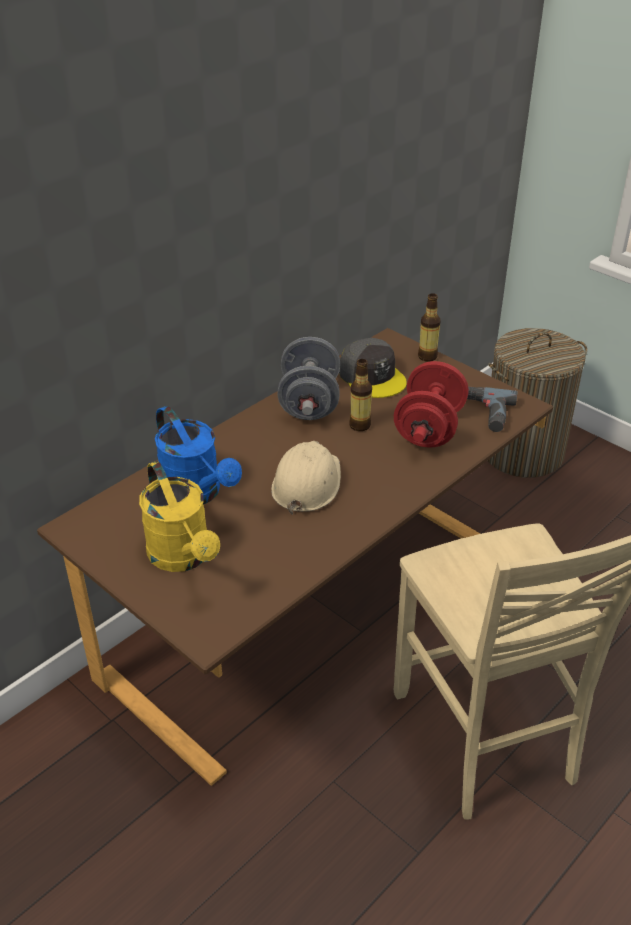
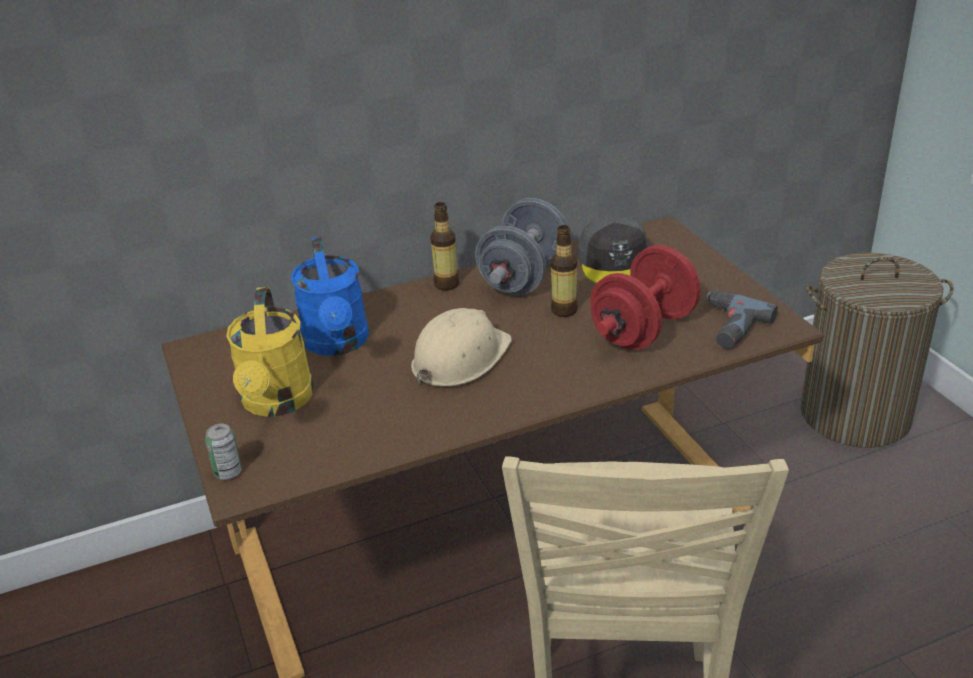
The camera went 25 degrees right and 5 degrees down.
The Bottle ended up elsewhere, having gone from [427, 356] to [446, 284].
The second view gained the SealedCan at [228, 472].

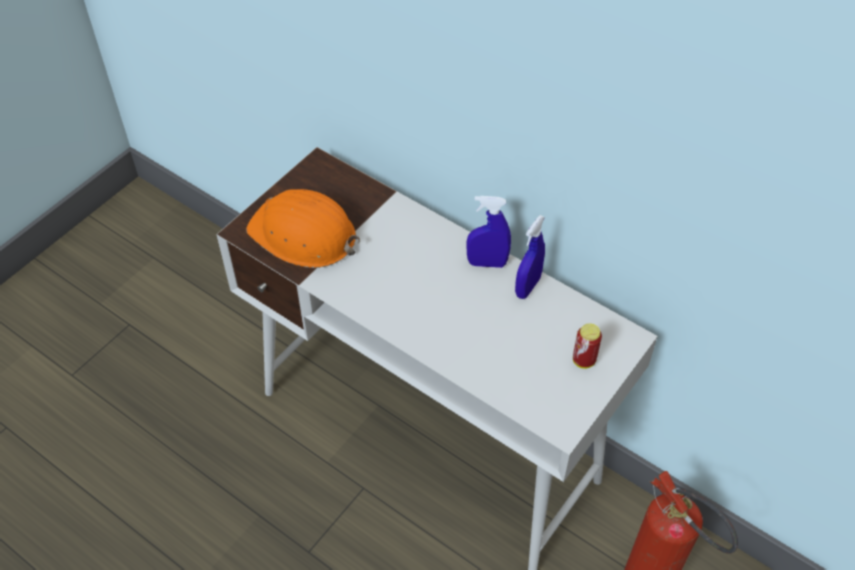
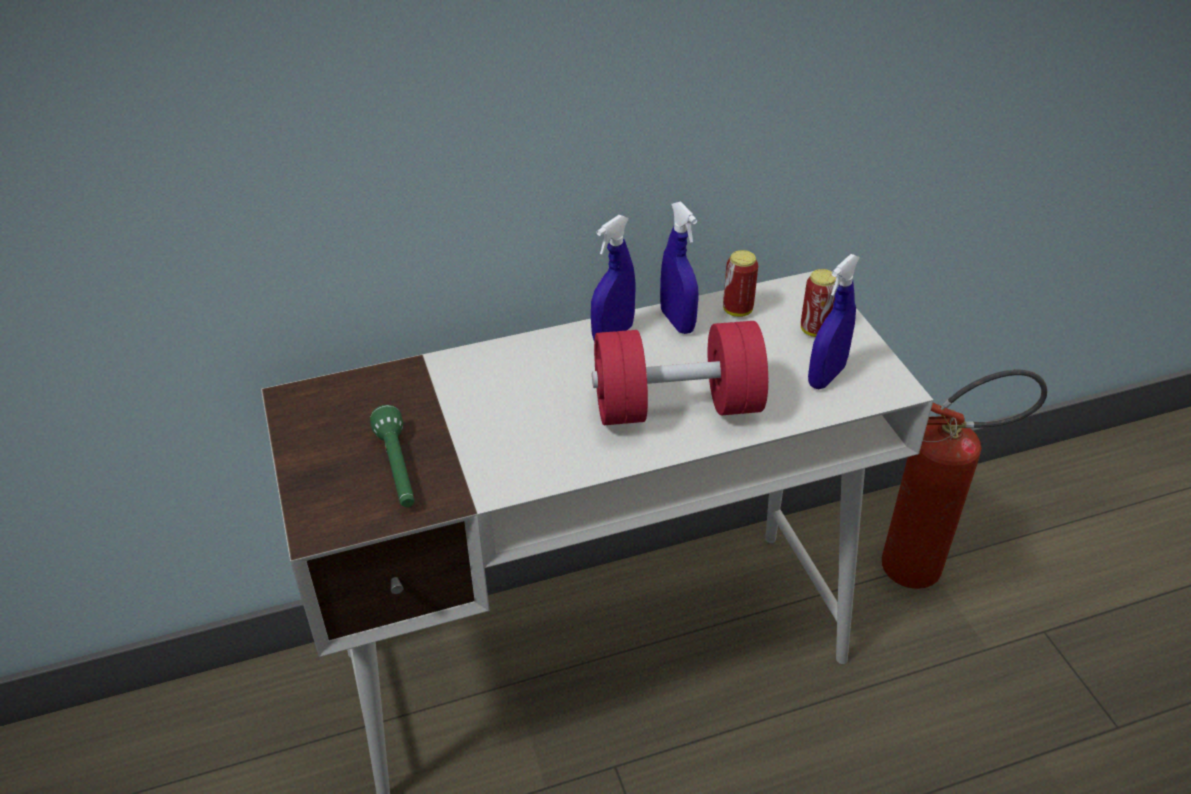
The camera went 55 degrees left and 10 degrees down.
Where the OrangeHardHat stood at [303, 235], the GreenHandTorch came to stand at [398, 469].
The second view gained the ReddishHandWeight at [676, 406].
The second view gained the SealedCan at [737, 310].
The second view gained the BlueSprayBottle at [826, 376].

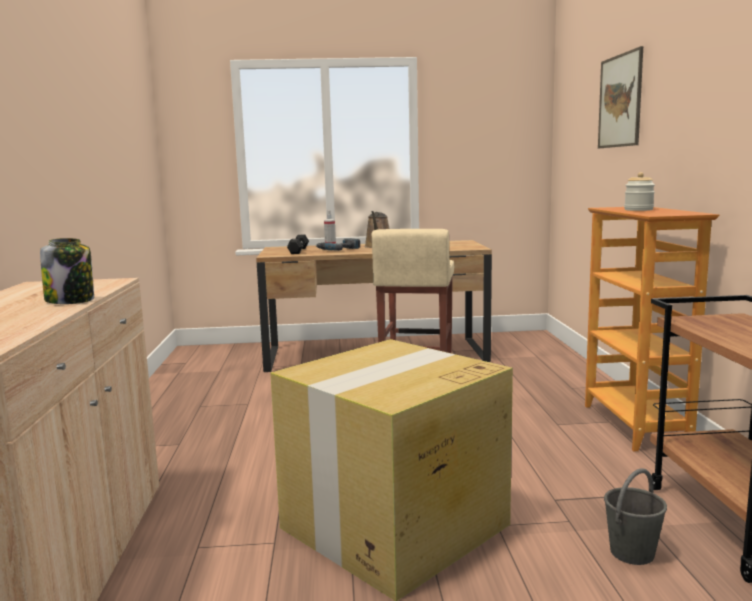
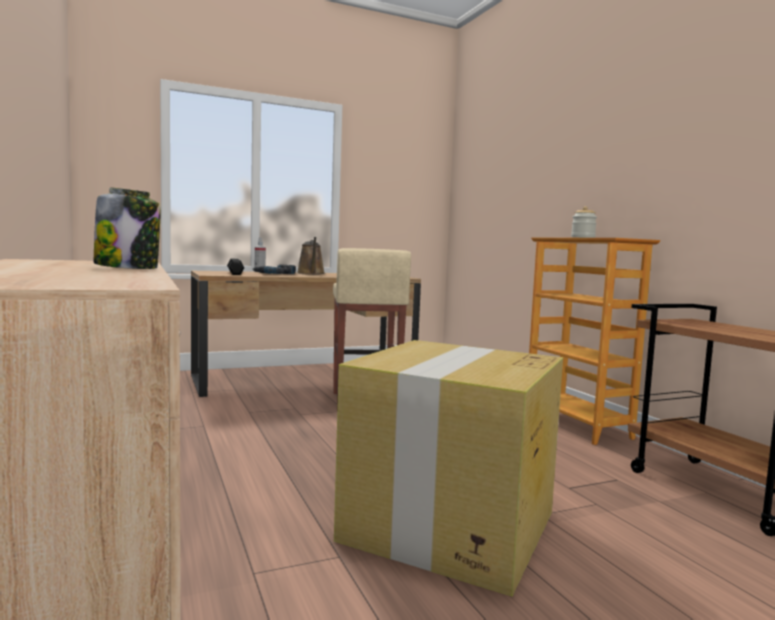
The camera went 20 degrees left and 5 degrees down.
The second view lost the WallArt at [620, 101].
The second view lost the GreyBucket at [631, 553].

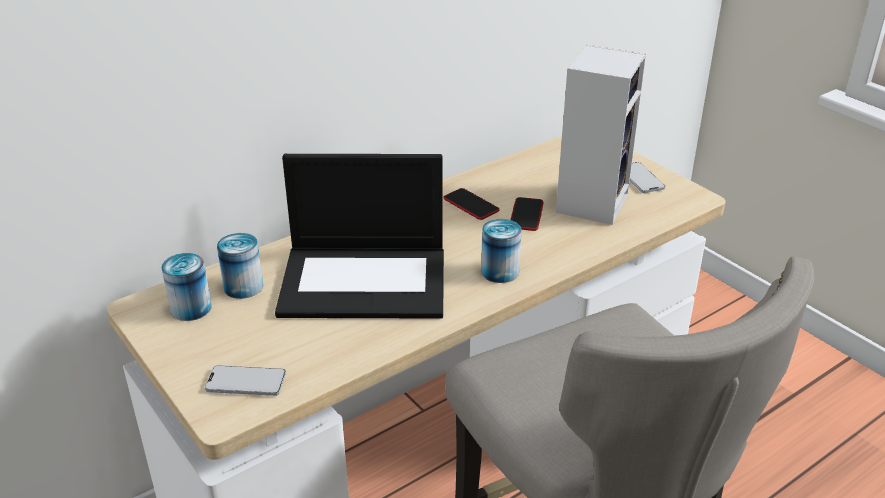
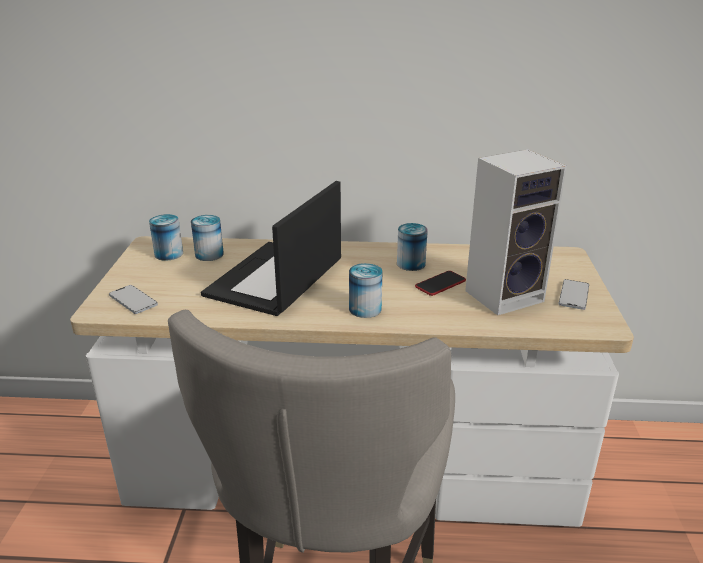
The camera went 40 degrees right and 5 degrees down.
The NotebookComputer at [366, 281] ended up facing another way, 75 degrees clockwise from before.
Where the Phone stood at [471, 205], the SealedCan came to stand at [411, 264].

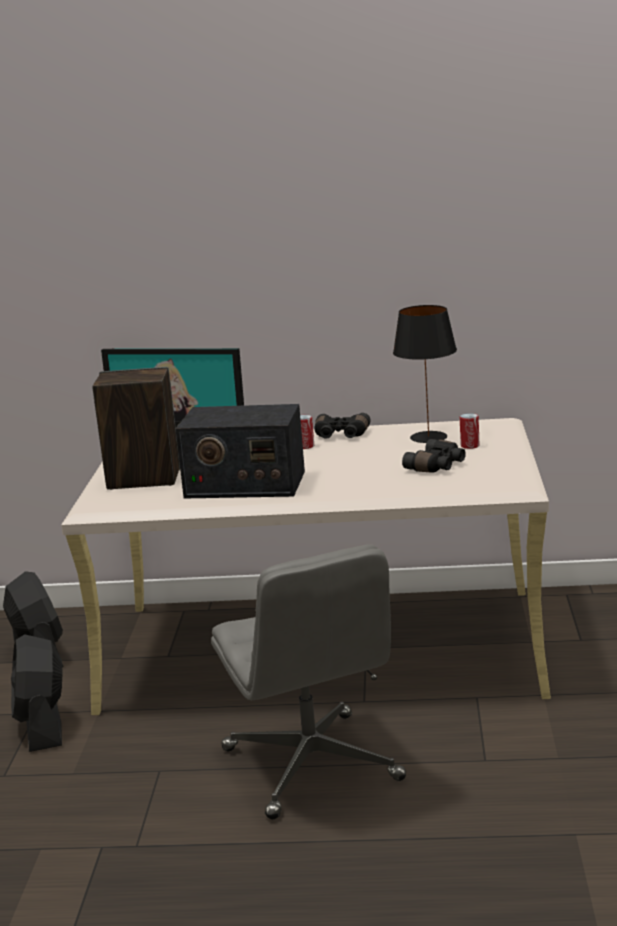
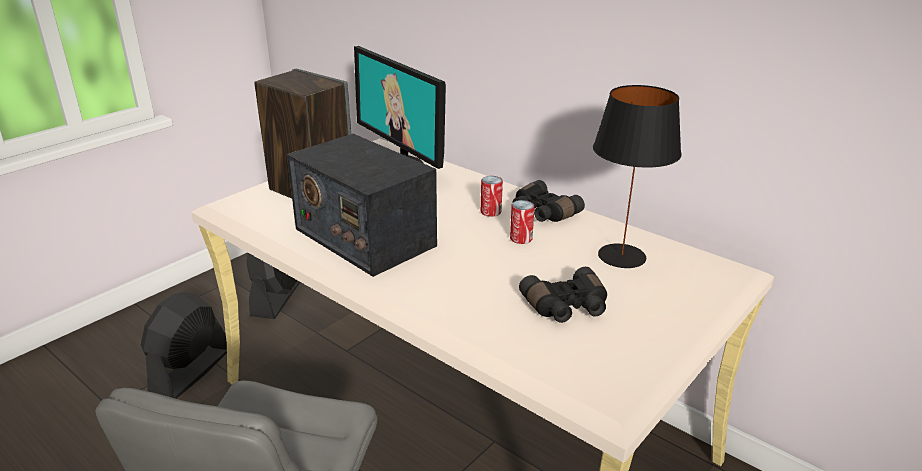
The camera went 35 degrees right and 10 degrees up.
The SealedCan ended up elsewhere, having gone from [470, 446] to [521, 238].

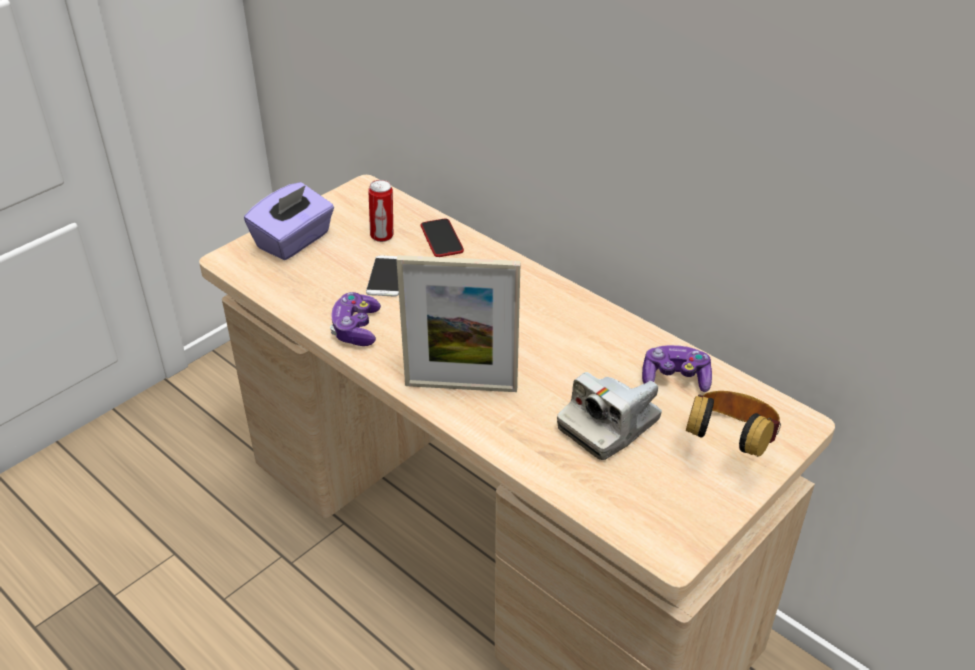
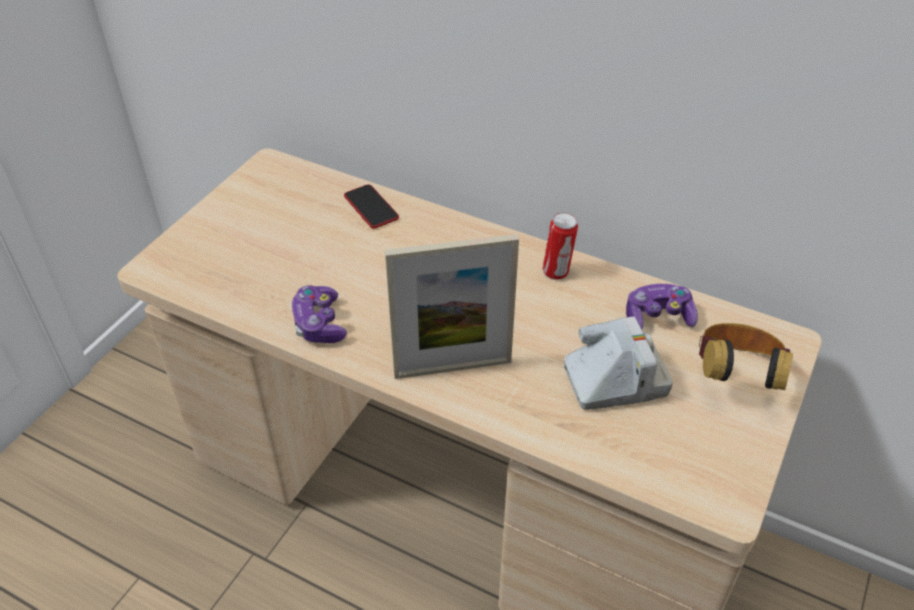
The camera went 15 degrees left and 5 degrees up.
The second view lost the PurpleColouredBoxOfTissues at [294, 241].
The second view lost the Phone at [387, 276].
The SealedCan ended up elsewhere, having gone from [383, 236] to [557, 272].
The StillCamera at [609, 425] ended up facing another way, 135 degrees counterclockwise from before.

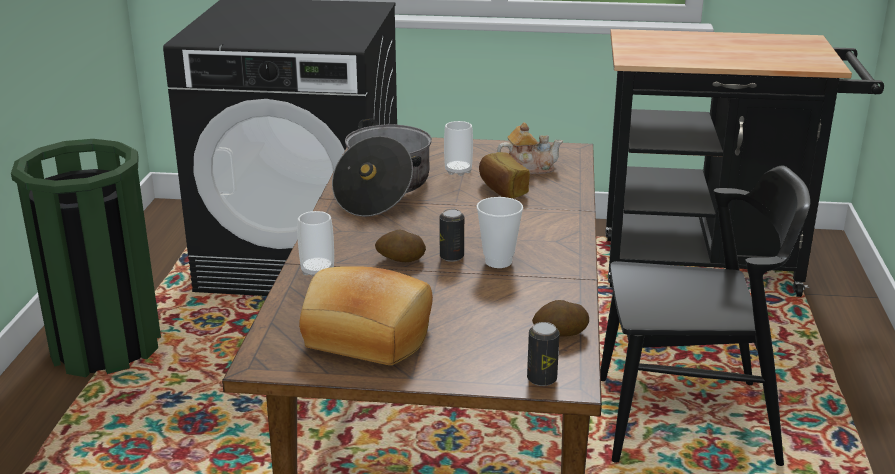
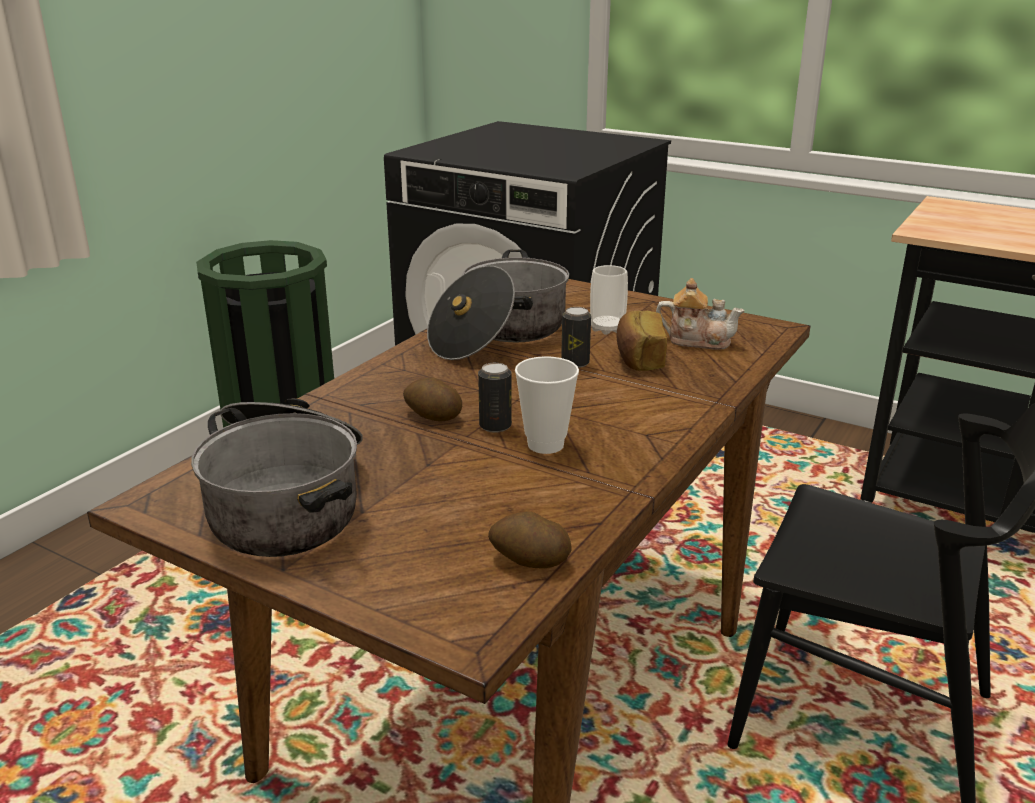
The camera went 25 degrees right and 0 degrees up.
The second view lost the SmallCup at [317, 271].
Where the Bread stood at [367, 338], the Saucepot came to stand at [290, 502].
The SealedCan ended up elsewhere, having gone from [542, 379] to [575, 363].

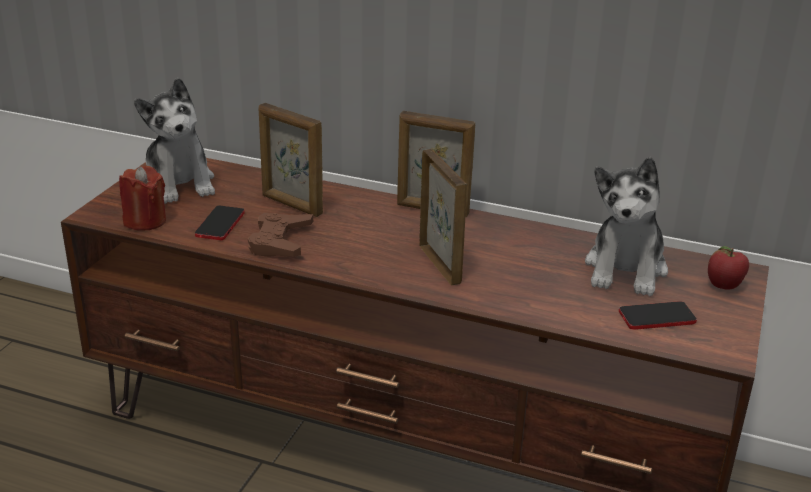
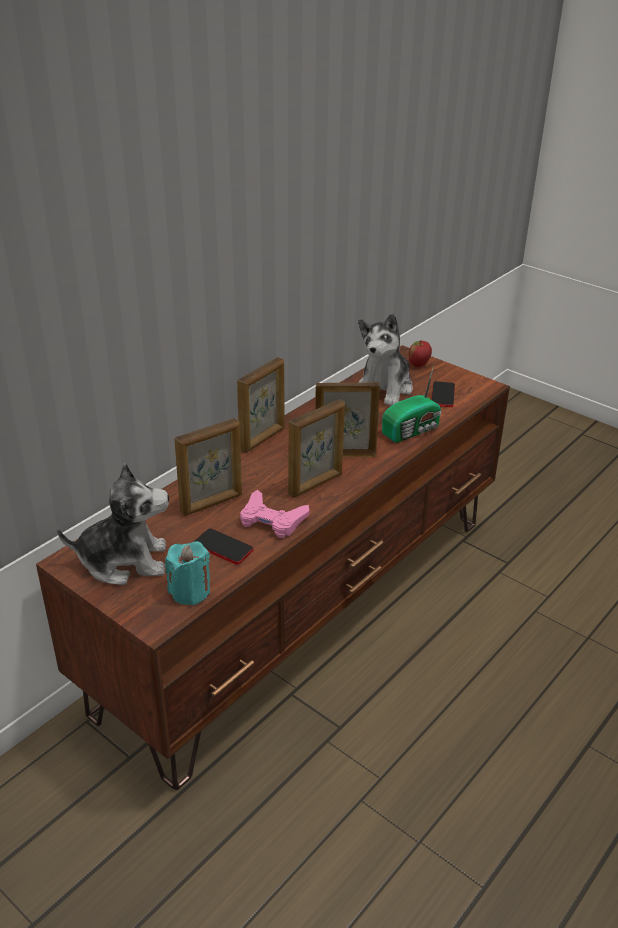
The camera went 70 degrees left and 5 degrees up.
What was the ReddishWaxCandle at [145, 221] turned into the TurquoiseWaxCandle at [190, 591].
What was the BrownishGameController at [280, 241] turned into the PinkGameController at [272, 520].
The CuddlyToy at [626, 269] ended up facing another way, 75 degrees clockwise from before.
The second view gained the PictureFrame at [316, 484].
The second view gained the Radio at [413, 430].

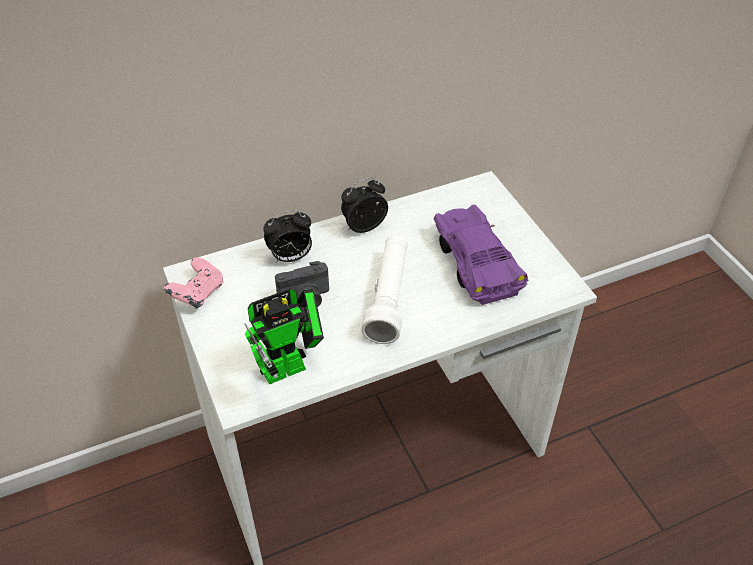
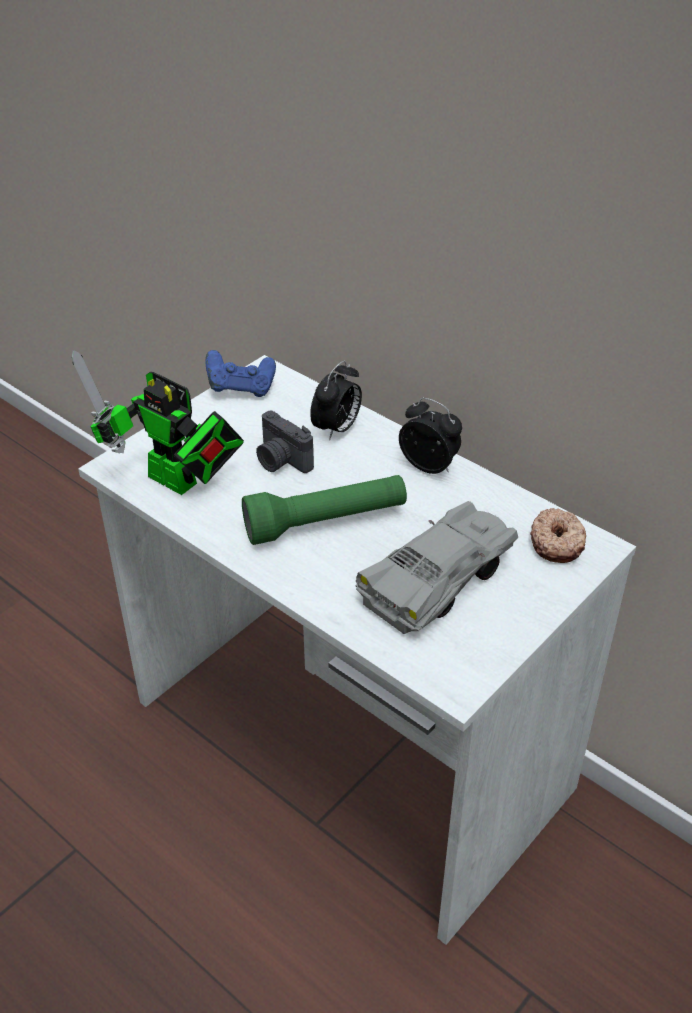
The camera went 65 degrees right and 5 degrees down.
What was the PinkGameController at [198, 294] turned into the BlueGameController at [241, 388].
The BedsideClock at [290, 257] ended up facing another way, 105 degrees counterclockwise from before.
What was the WhiteColouredHandTorch at [388, 297] turned into the GreenHandTorch at [326, 522].
What was the PurpleColouredModelCar at [475, 262] turned into the GreyModelCar at [439, 580].
The second view gained the Doughnut at [557, 543].

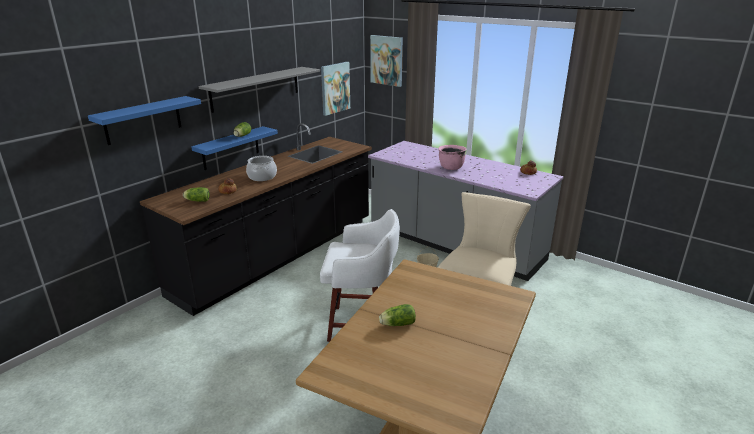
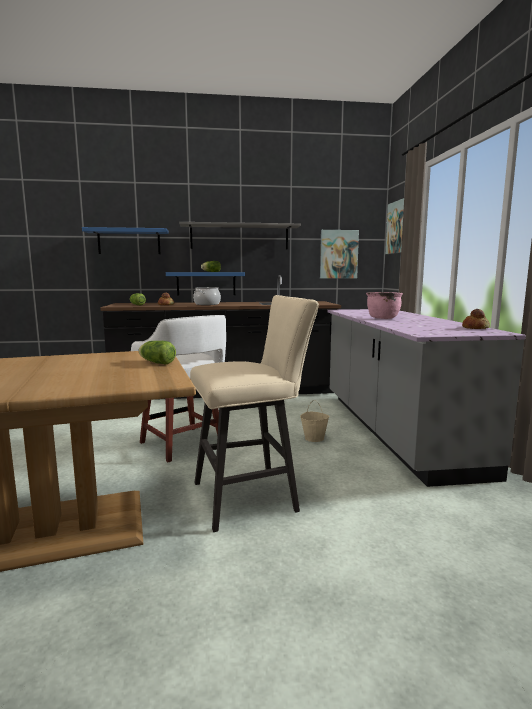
The camera went 45 degrees right and 15 degrees down.
The Lettuce ended up elsewhere, having gone from [396, 324] to [156, 362].

